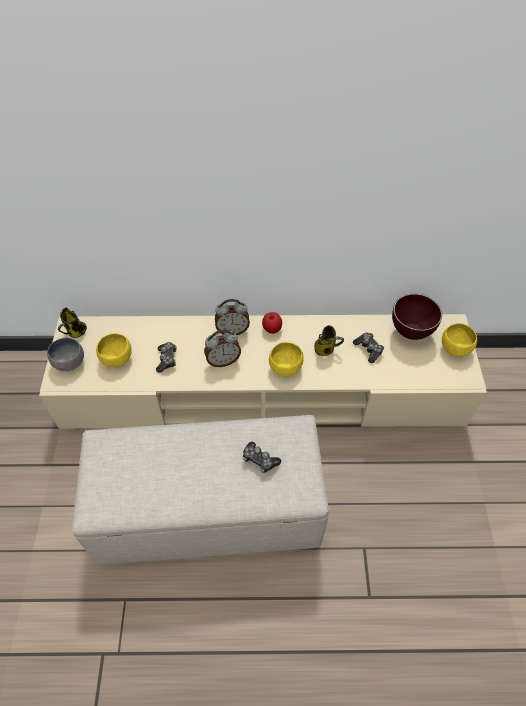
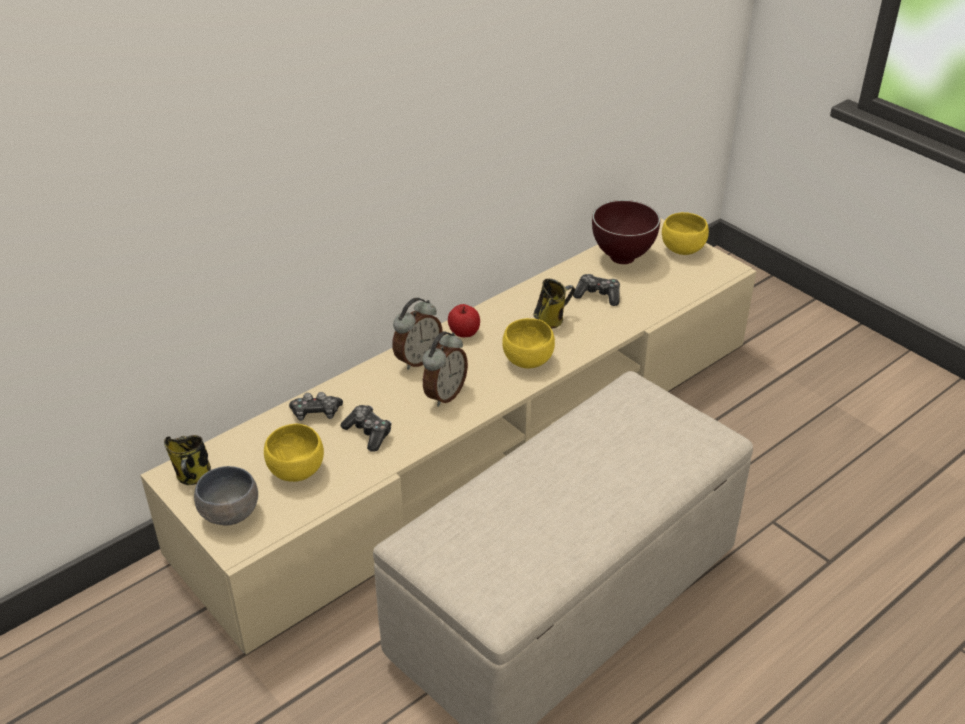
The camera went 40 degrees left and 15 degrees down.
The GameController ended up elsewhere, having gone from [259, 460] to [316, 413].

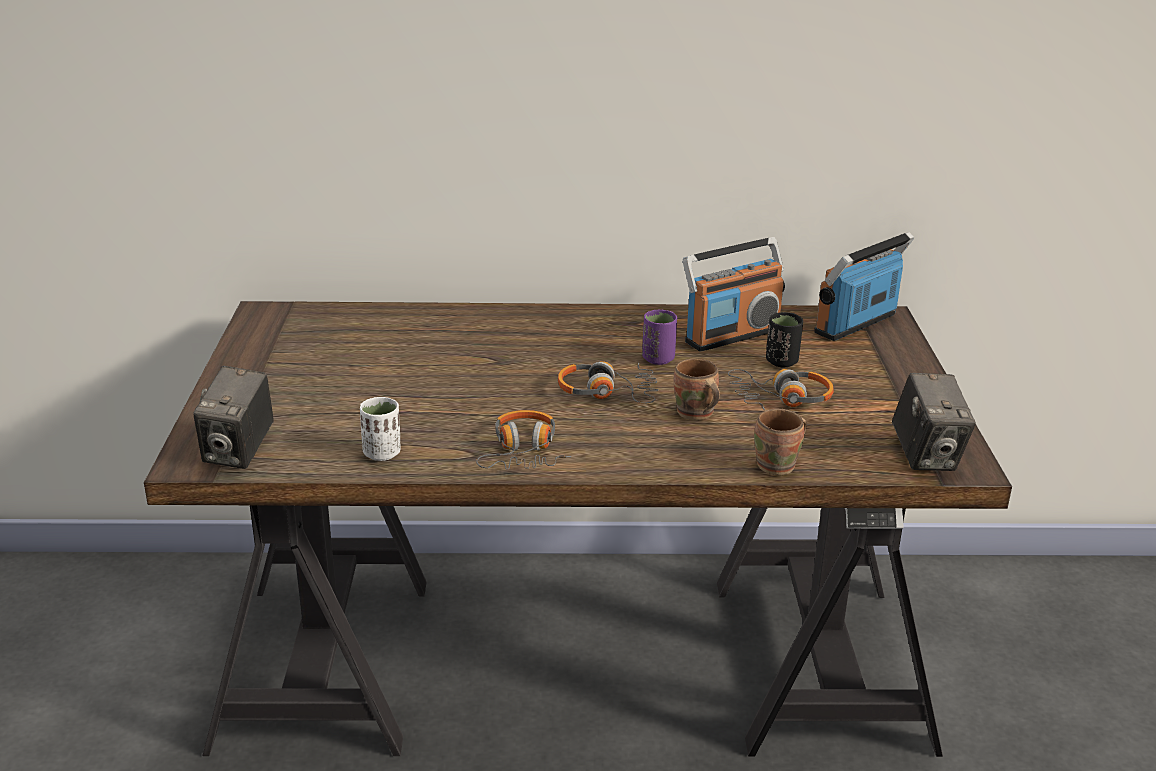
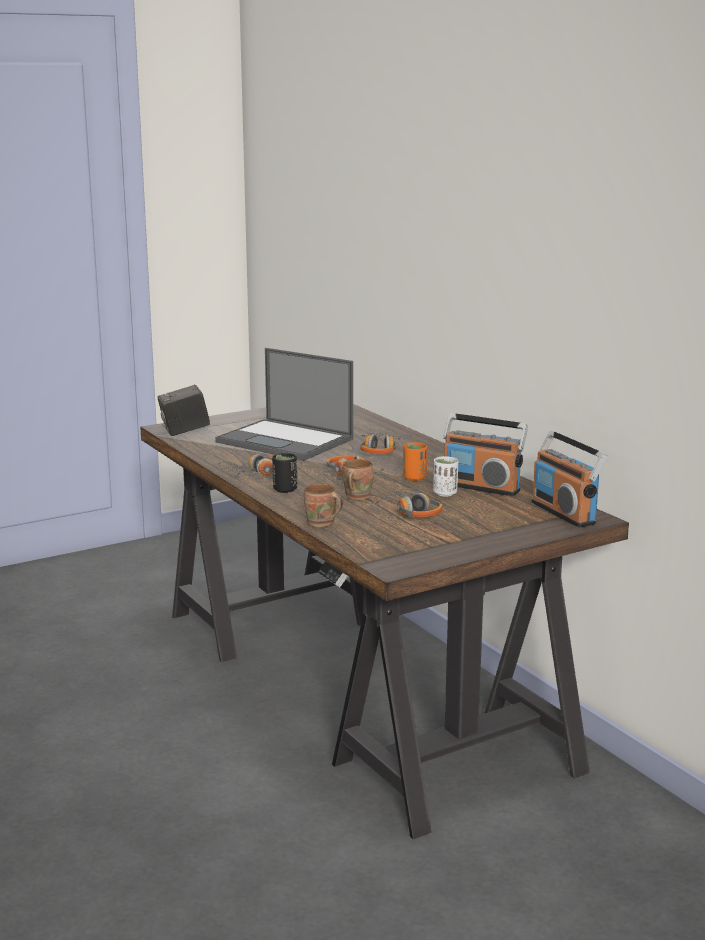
The camera went 60 degrees right and 10 degrees down.
The WhiteColouredSmallCup ended up elsewhere, having gone from [382, 453] to [445, 493].
What was the PurpleColouredSmallCup at [658, 359] turned into the OrangeSmallCup at [414, 478].
The BlackSmallCup ended up elsewhere, having gone from [781, 362] to [285, 489].
The Radio at [856, 324] ended up facing another way, 135 degrees counterclockwise from before.
The second view lost the StillCamera at [926, 456].
The second view gained the NotebookComputer at [286, 441].
The second view gained the Headphones at [382, 450].

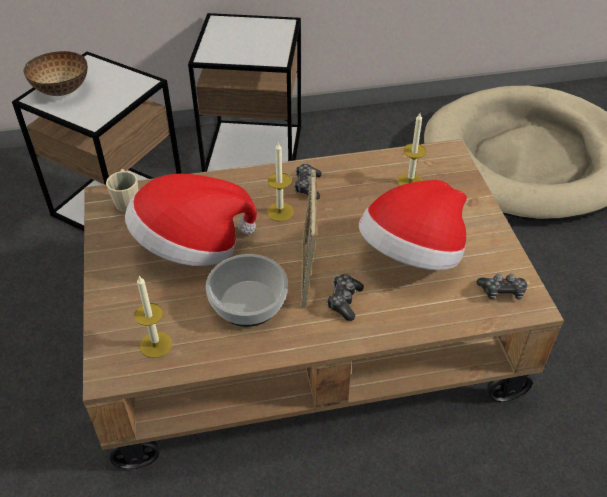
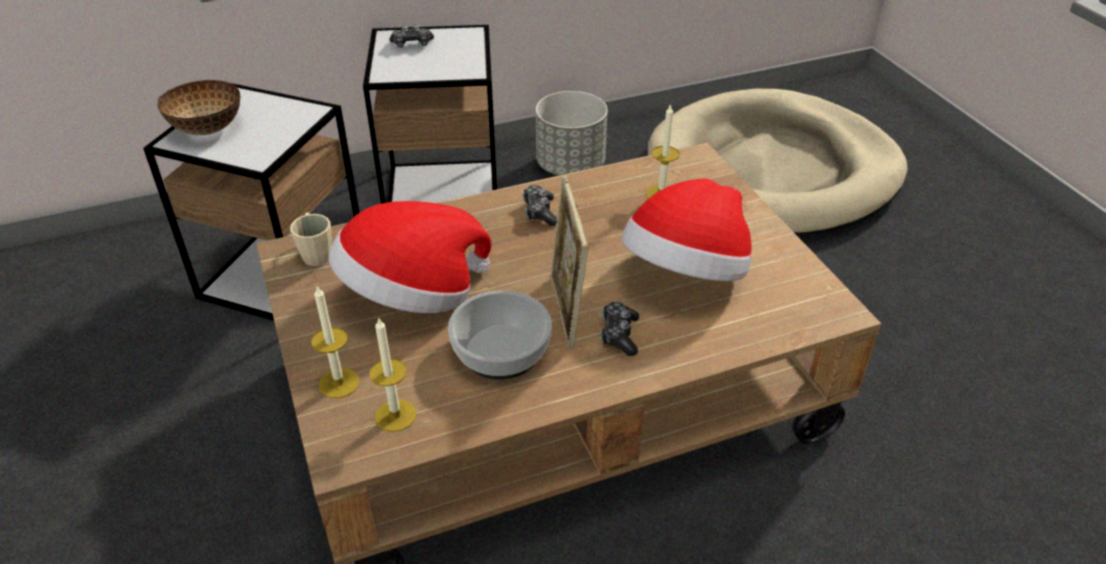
The camera went 10 degrees left and 5 degrees down.
The WaxCandle ended up elsewhere, having gone from [280, 212] to [339, 383].
The GameController ended up elsewhere, having gone from [502, 291] to [412, 44].
The second view gained the GreyPlantPot at [571, 166].

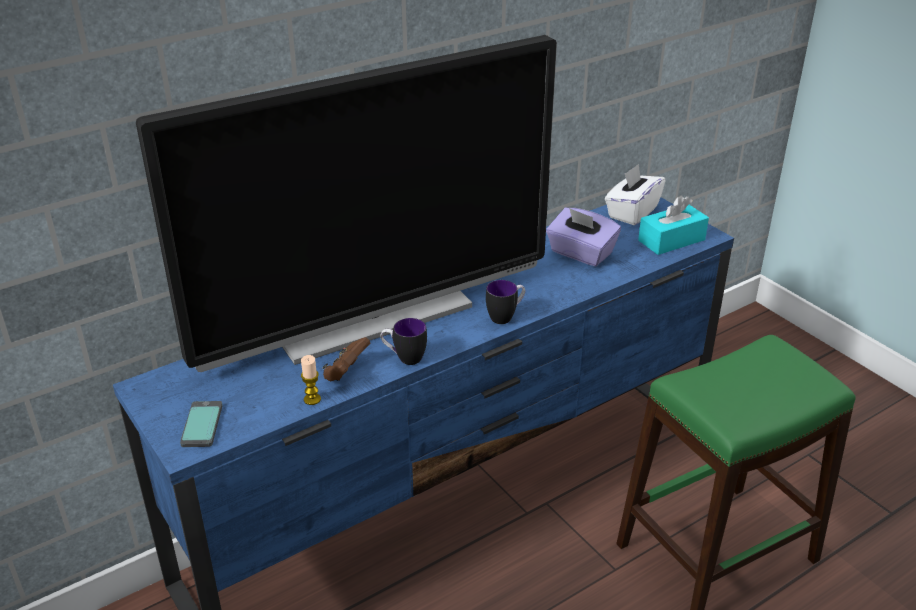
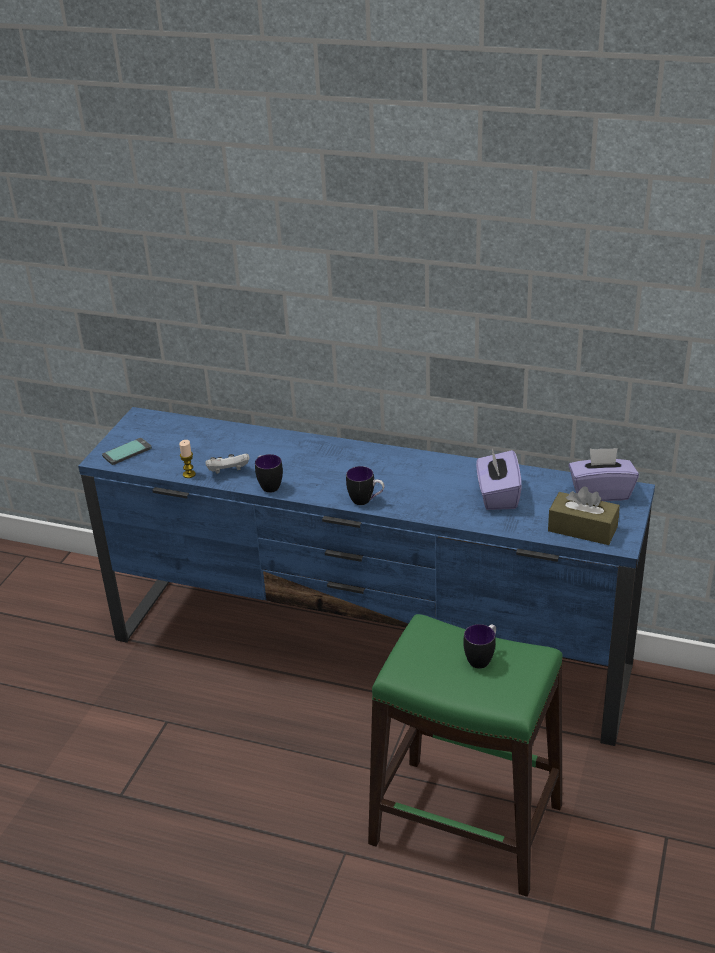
The camera went 55 degrees right and 0 degrees up.
The second view lost the Television at [373, 319].
What was the BrownishGameController at [346, 373] turned into the WhiteColouredGameController at [228, 472].
What was the WhiteColouredBoxOfTissues at [632, 212] turned into the PurpleColouredBoxOfTissues at [600, 492].
What was the TurquoiseBoxOfTissues at [671, 240] turned into the BrownishBoxOfTissues at [582, 529].
The second view gained the Mug at [482, 658].

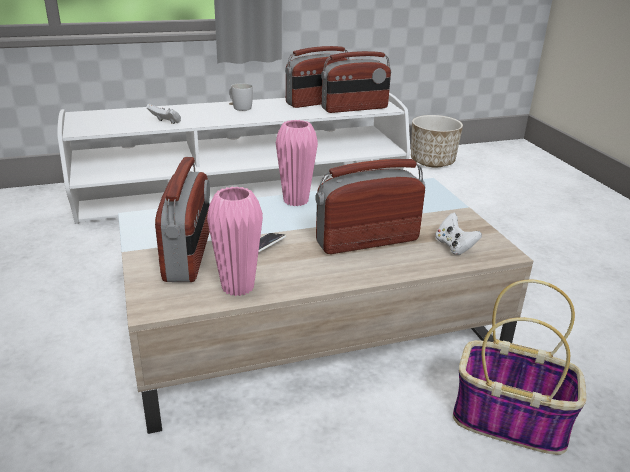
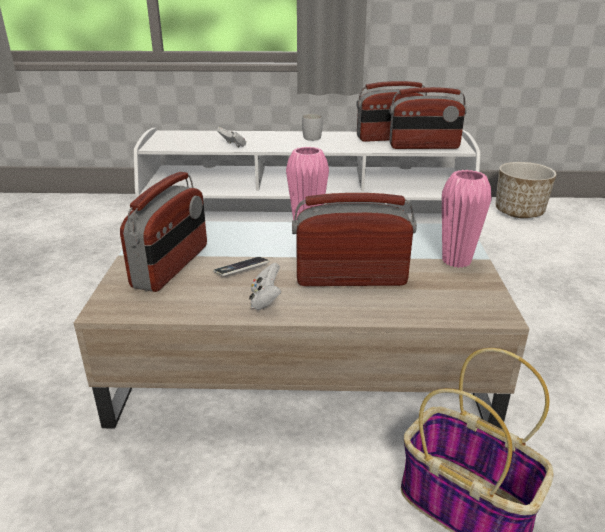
The camera went 20 degrees right and 0 degrees up.
The PinkFlowerVase ended up elsewhere, having gone from [238, 287] to [456, 261].
The WhiteColouredGameController ended up elsewhere, having gone from [454, 246] to [265, 300].

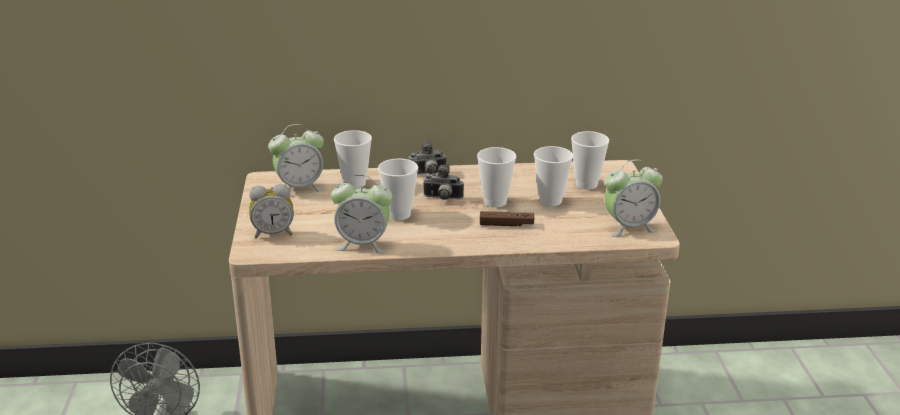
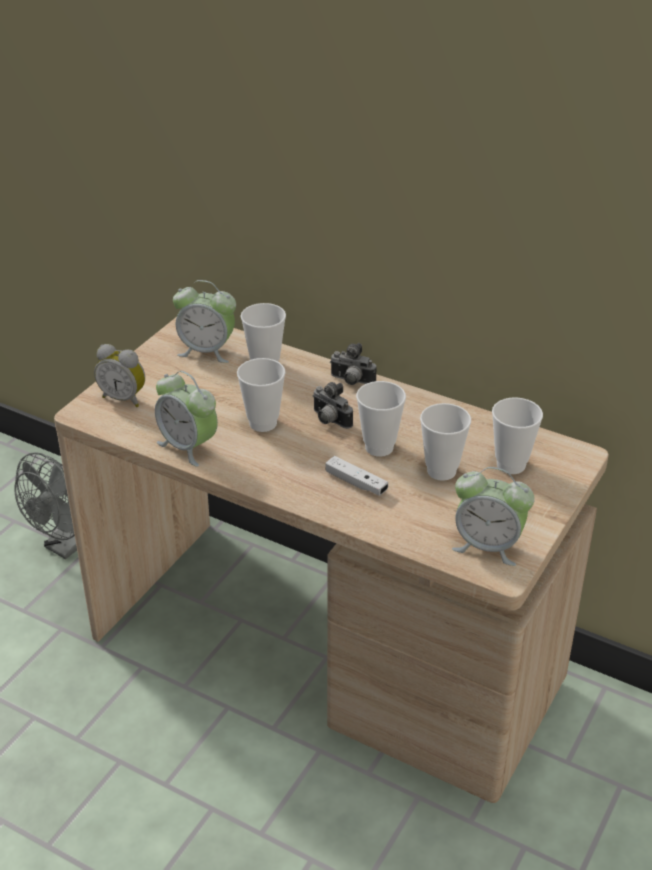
The camera went 35 degrees right and 10 degrees up.
What was the BrownishGameController at [506, 224] turned into the WhiteColouredGameController at [356, 483].

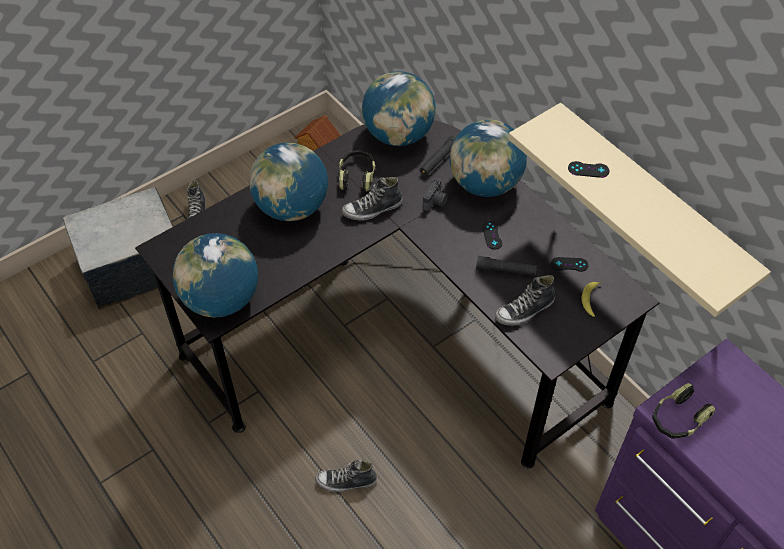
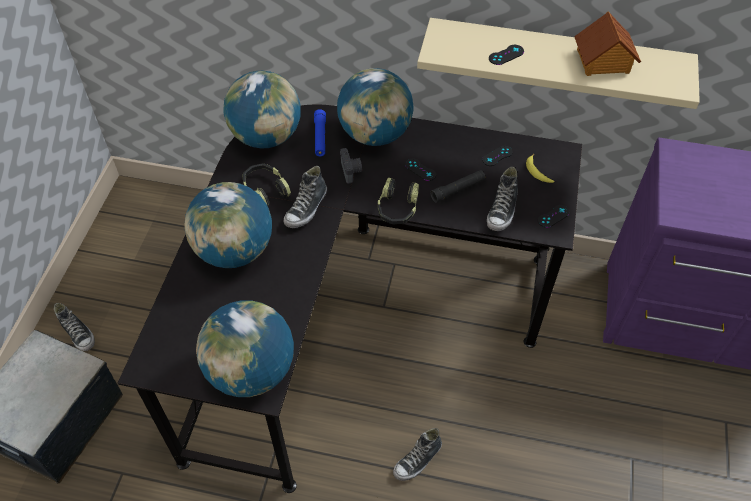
The camera went 40 degrees left and 0 degrees up.
The ToyHouse ended up elsewhere, having gone from [317, 144] to [603, 61].
What was the BlackHandTorch at [439, 160] turned into the BlueHandTorch at [320, 137].
The Headphones ended up elsewhere, having gone from [678, 419] to [397, 209].
The second view gained the BlackGameController at [553, 216].

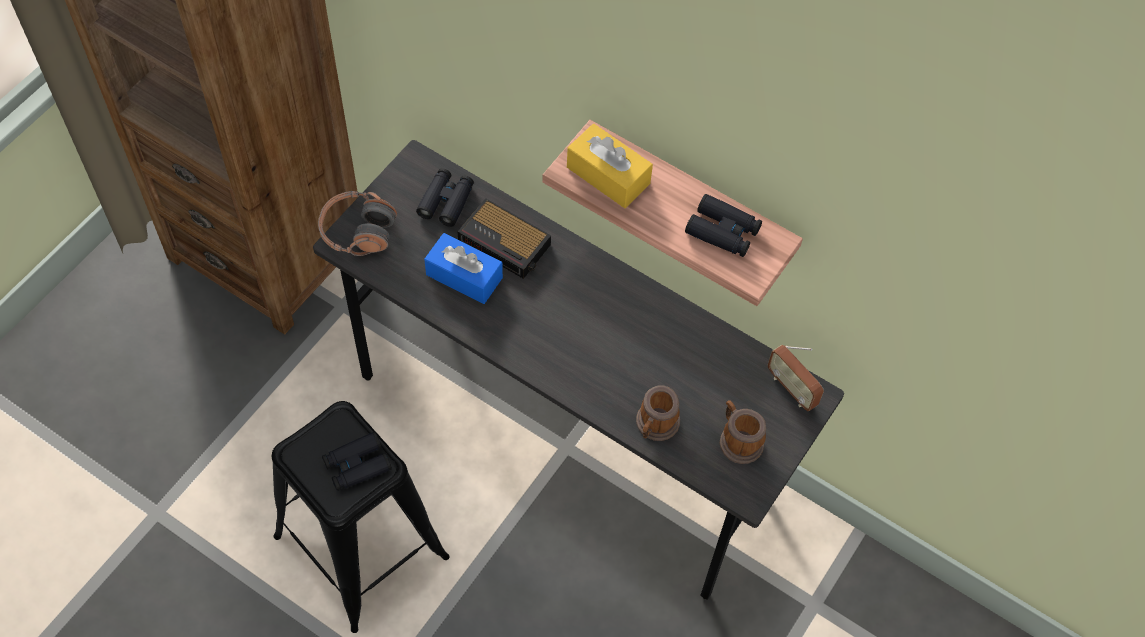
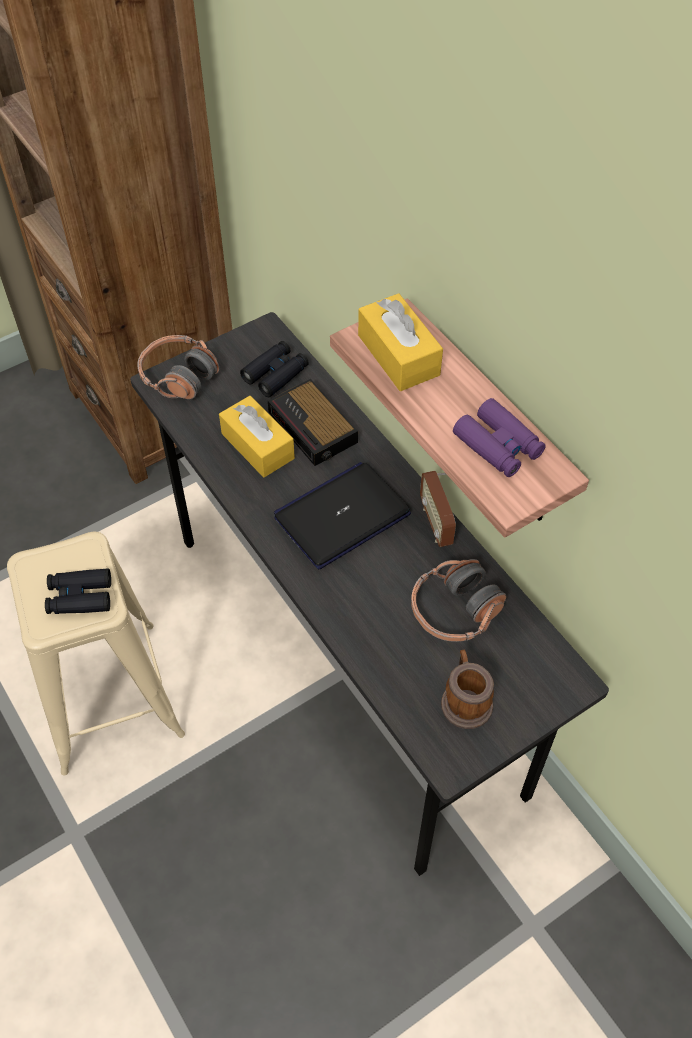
The camera went 25 degrees right and 5 degrees down.
What was the BlackStoolSeat at [361, 546] turned into the SandColouredStoolSeat at [109, 696].
What was the BlueBoxOfTissues at [464, 276] turned into the YellowBoxOfTissues at [257, 446].
The second view lost the Mug at [655, 426].
What was the BlackBinoculars at [723, 231] turned into the PurpleColouredBinoculars at [498, 445].
The Radio ended up elsewhere, having gone from [791, 388] to [436, 523].
The second view gained the NotebookComputer at [342, 515].
The second view gained the Headphones at [454, 610].

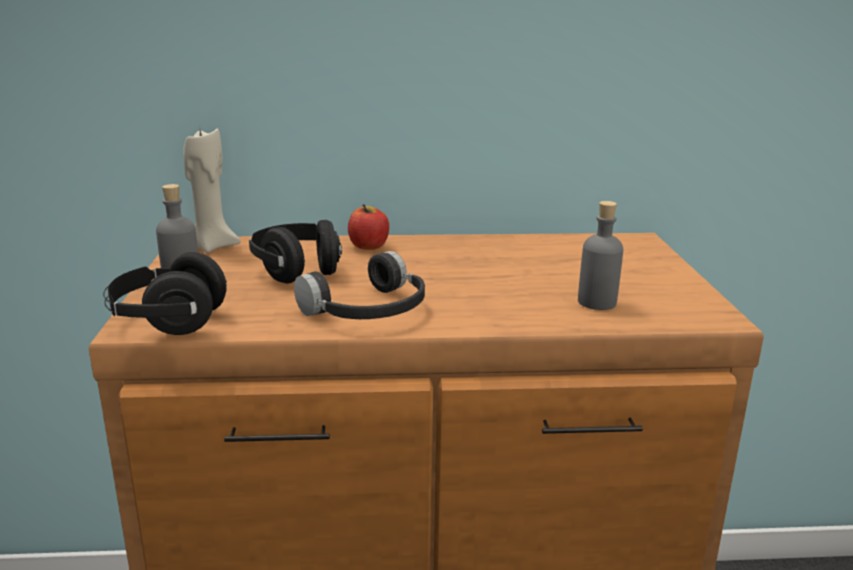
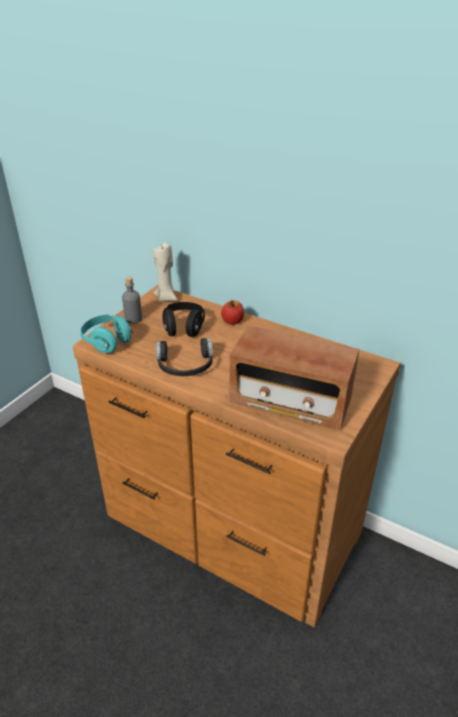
The camera went 35 degrees right and 15 degrees up.
What was the BlackHeadphones at [168, 321] turned into the TurquoiseHeadphones at [107, 342].
Where the GreyBottle stood at [597, 302], the Radio came to stand at [290, 401].

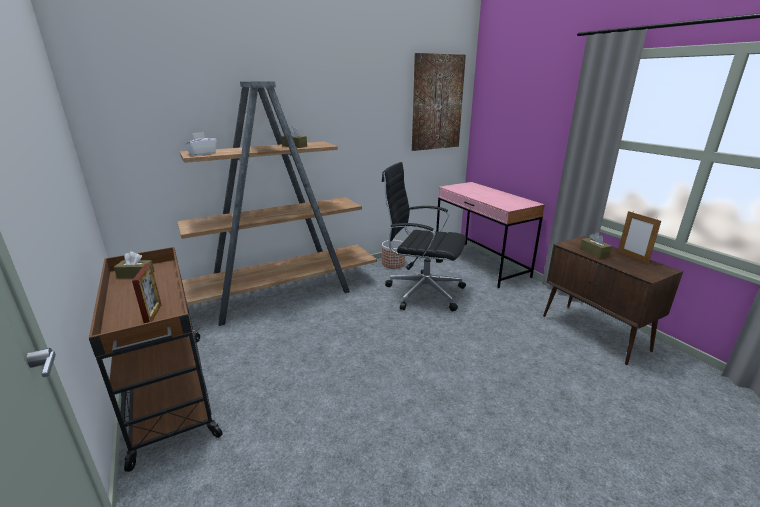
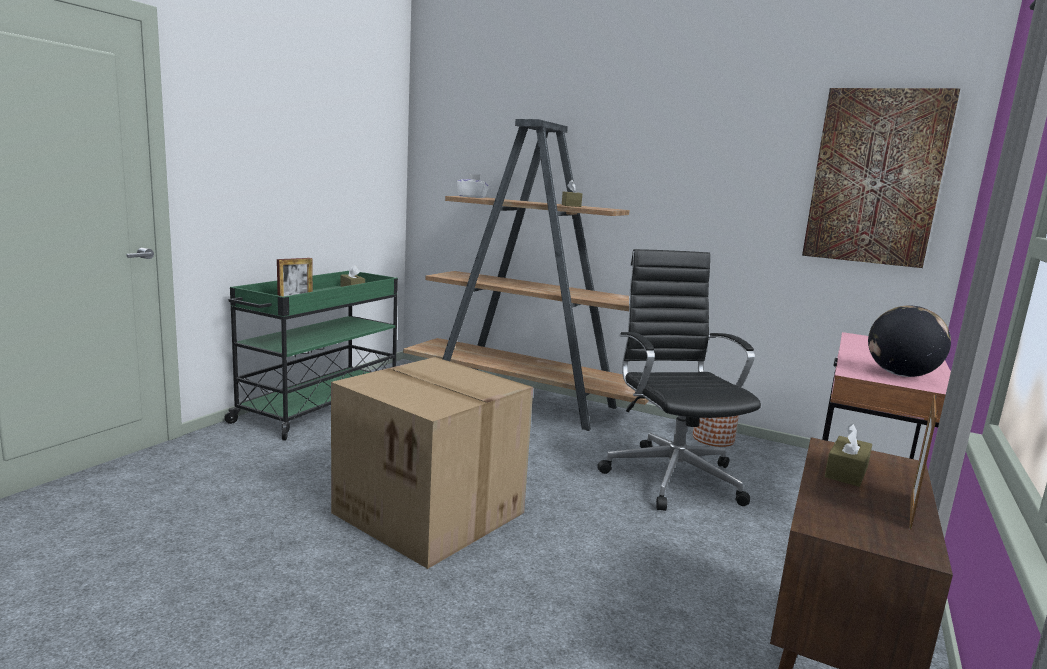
The camera went 55 degrees right and 10 degrees down.
What was the BrownishTrolley at [170, 394] turned into the GreenTrolley at [320, 407].
The second view gained the Carton at [432, 513].
The second view gained the DeskGlobe at [901, 375].

